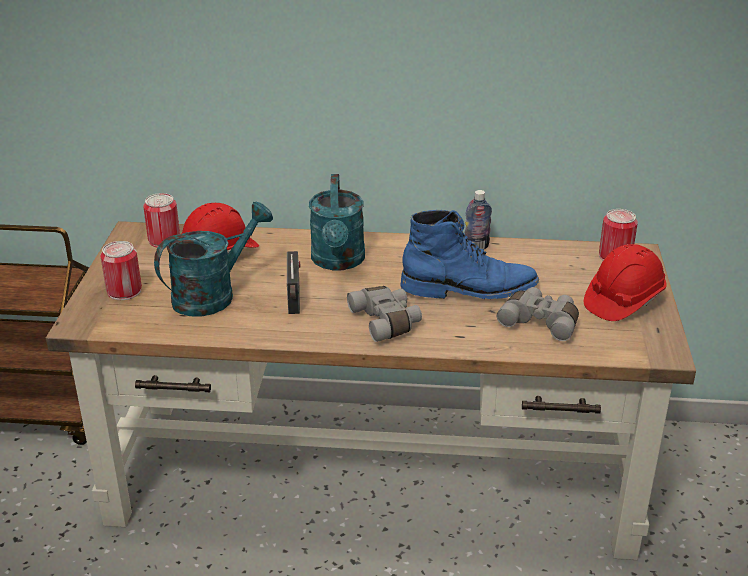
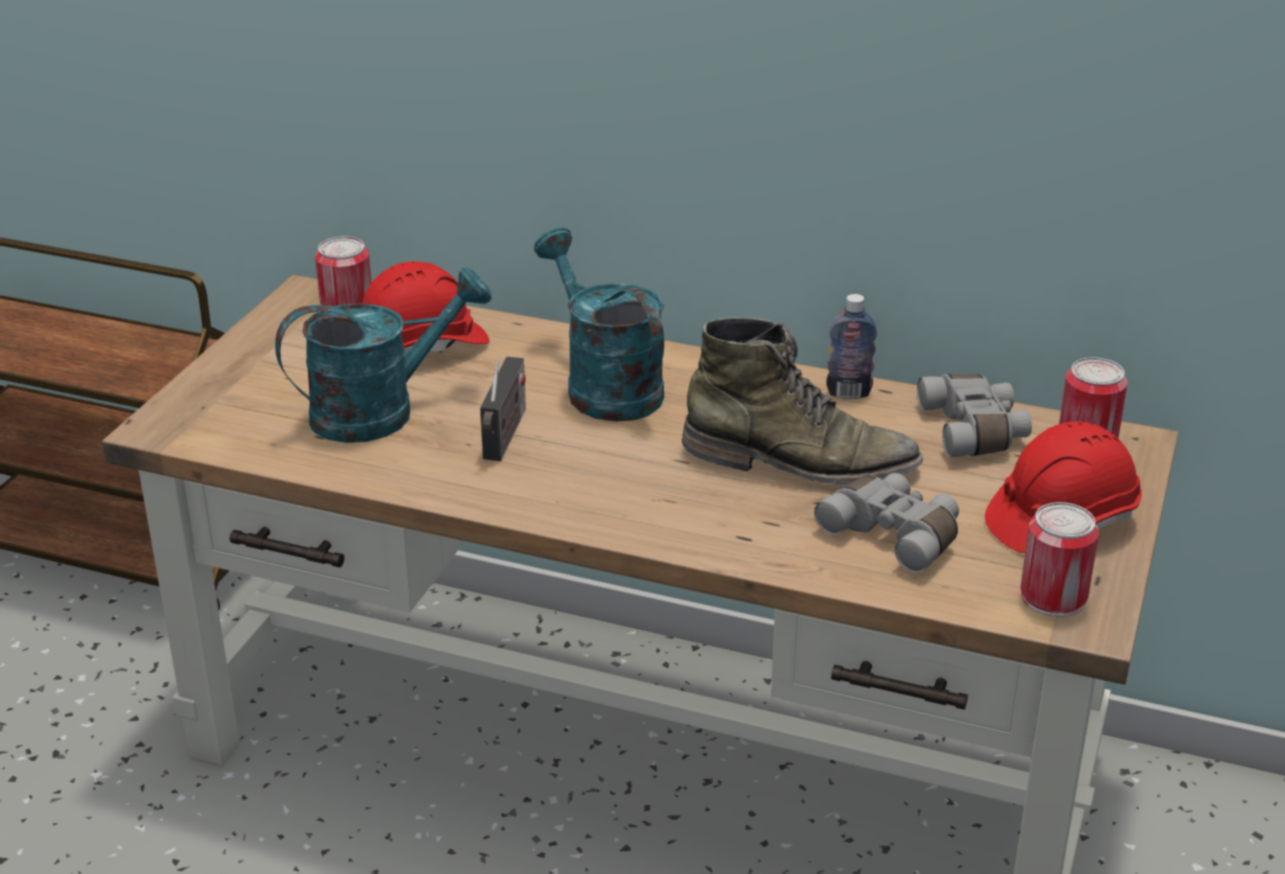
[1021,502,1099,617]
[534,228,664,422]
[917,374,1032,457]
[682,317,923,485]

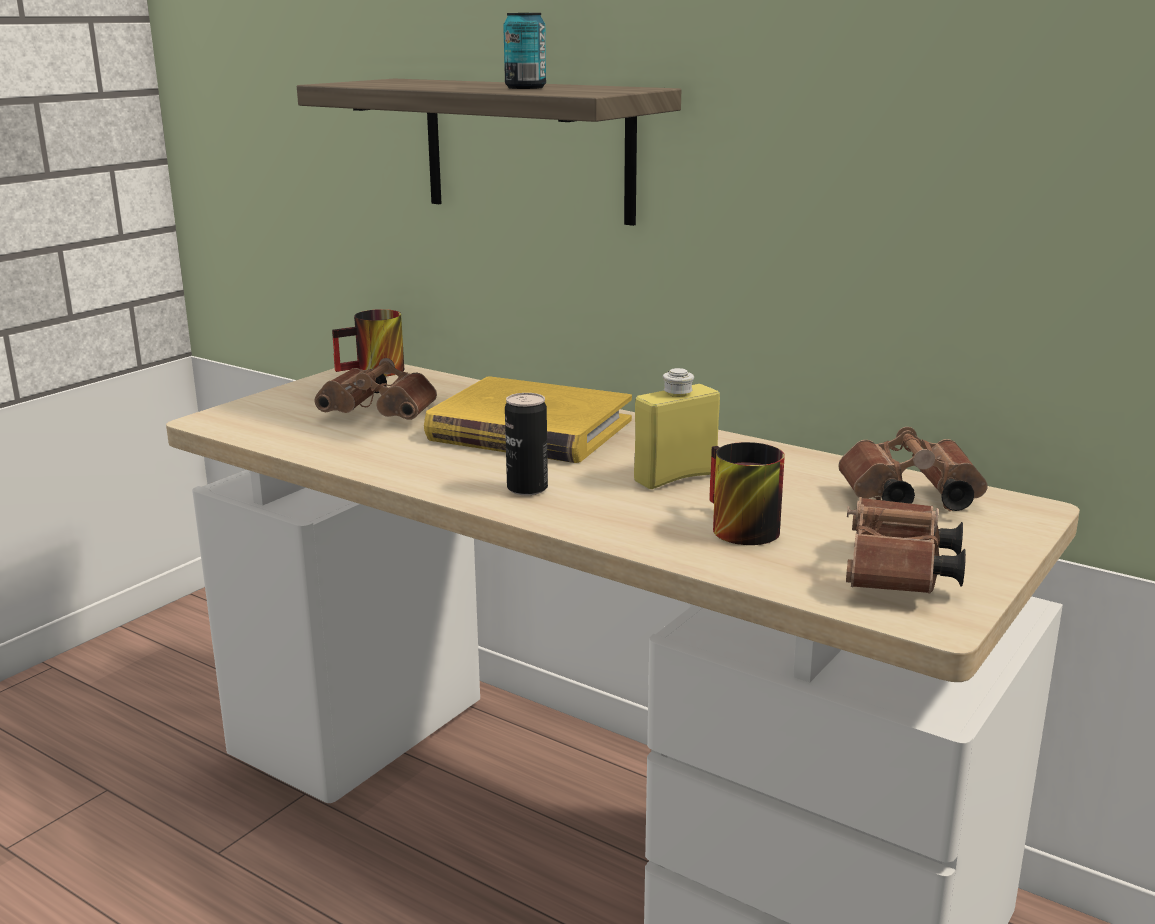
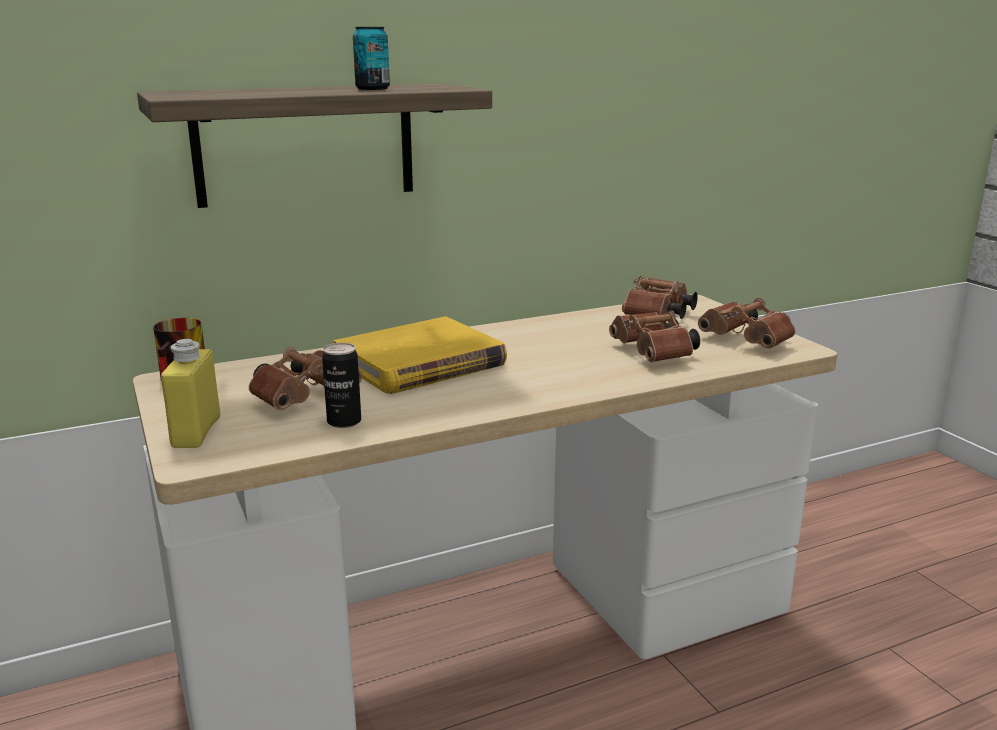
[322,343,361,428]
[161,339,220,448]
[609,310,700,362]

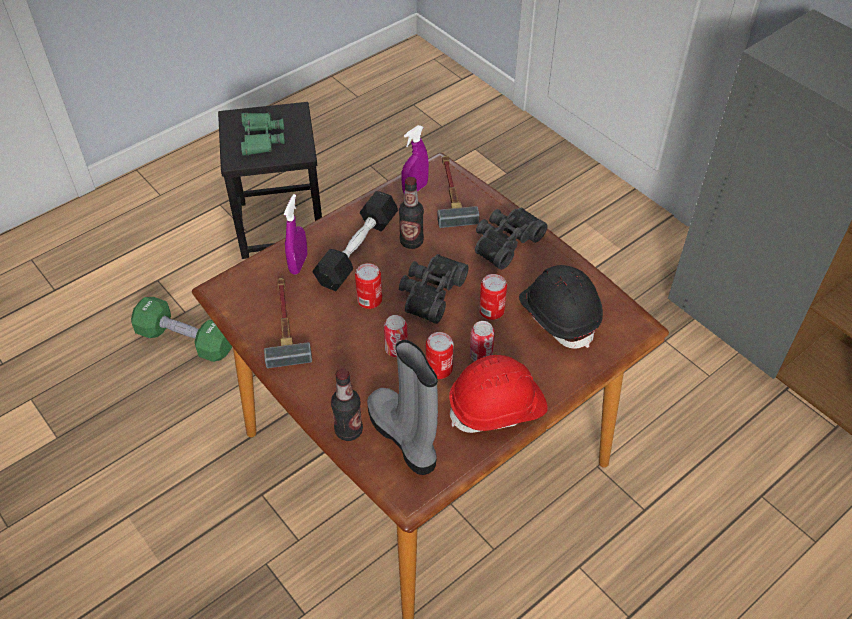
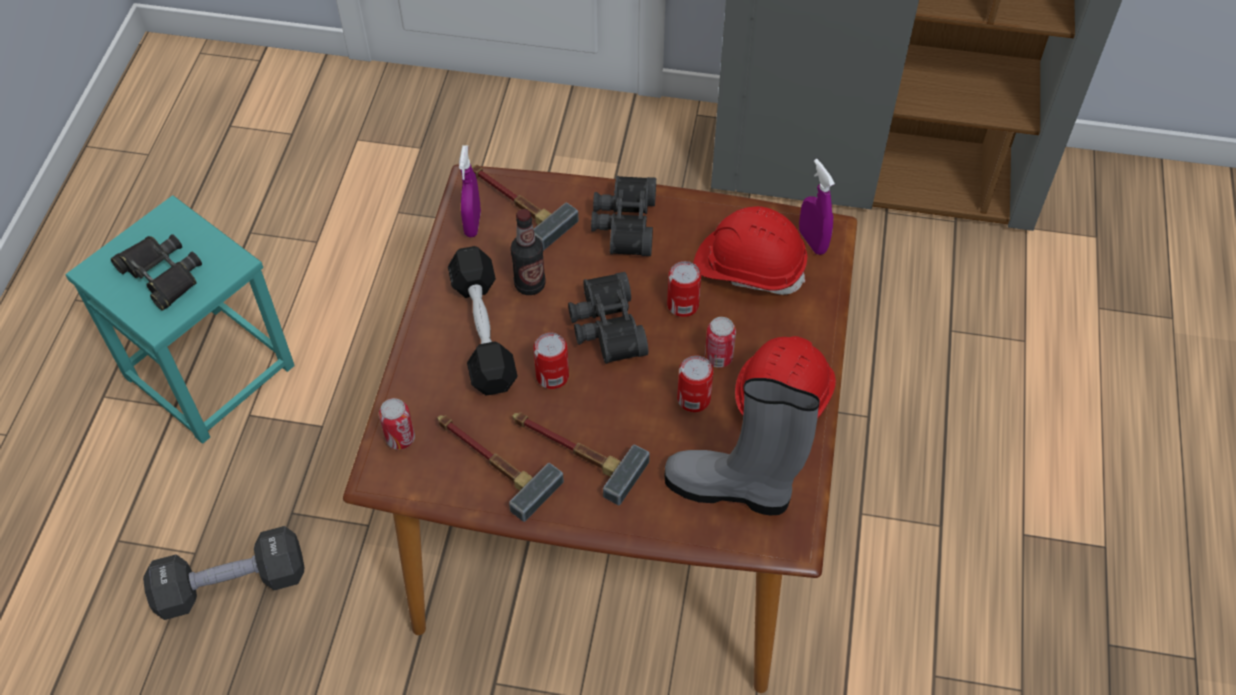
[143,526,304,620]
[66,195,295,444]
[111,234,202,311]
[799,159,835,255]
[331,368,363,441] (first image)
[379,398,415,450]
[693,206,807,295]
[512,412,650,505]

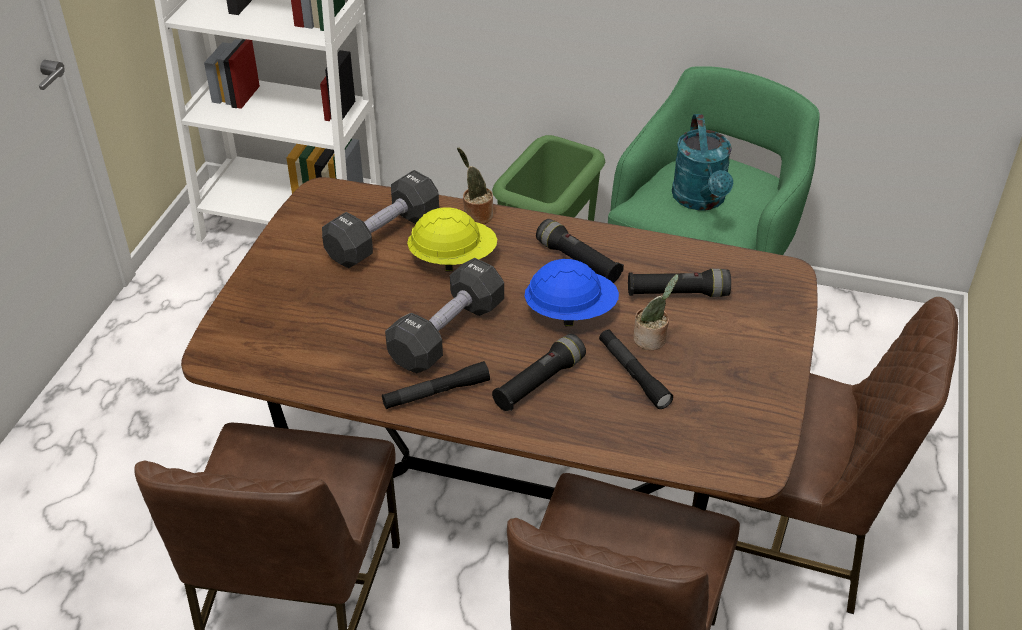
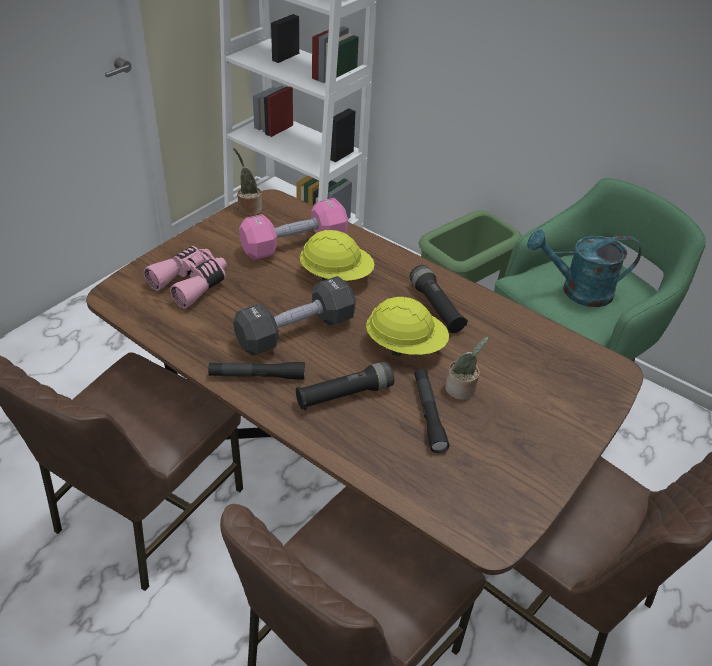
[239,198,348,260]
[233,148,262,216]
[366,297,449,357]
[628,269,731,297] (first image)
[527,230,641,307]
[143,246,227,309]

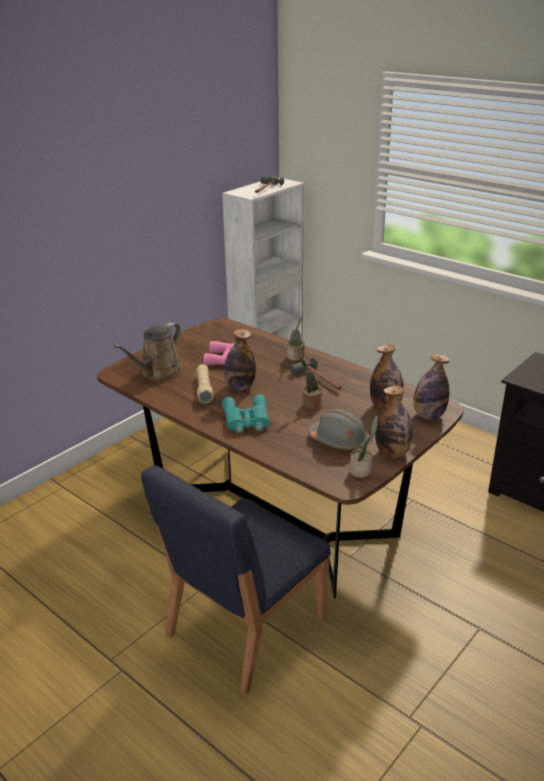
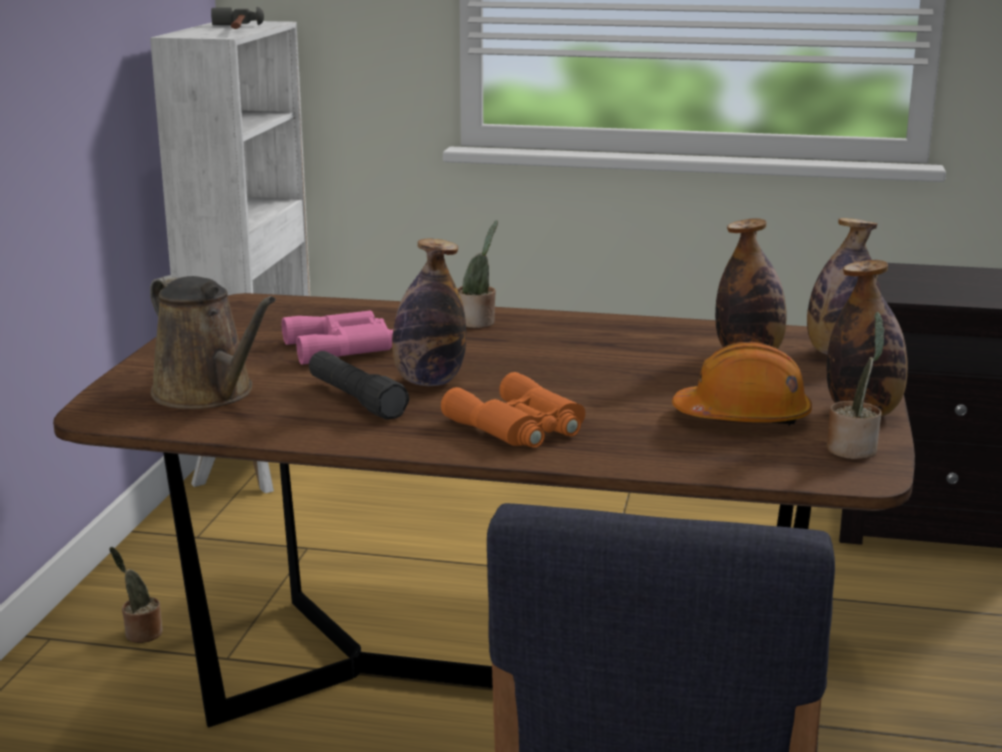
[150,275,276,409]
[309,351,409,420]
[441,372,585,448]
[290,358,342,390] (first image)
[109,547,162,643]
[672,342,812,425]

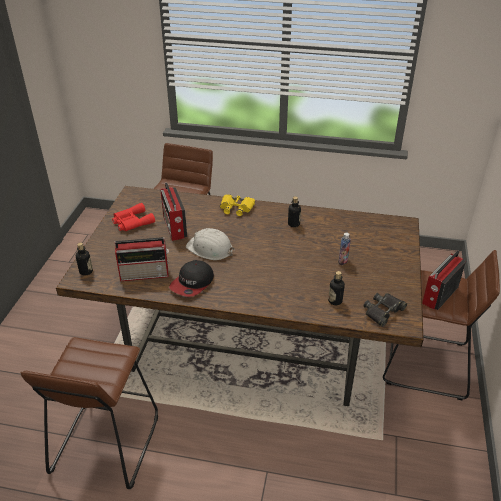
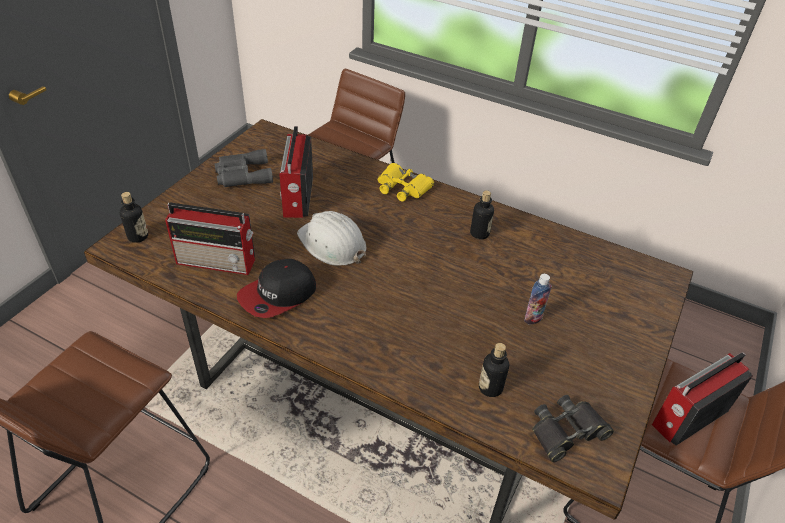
[214,149,273,187]

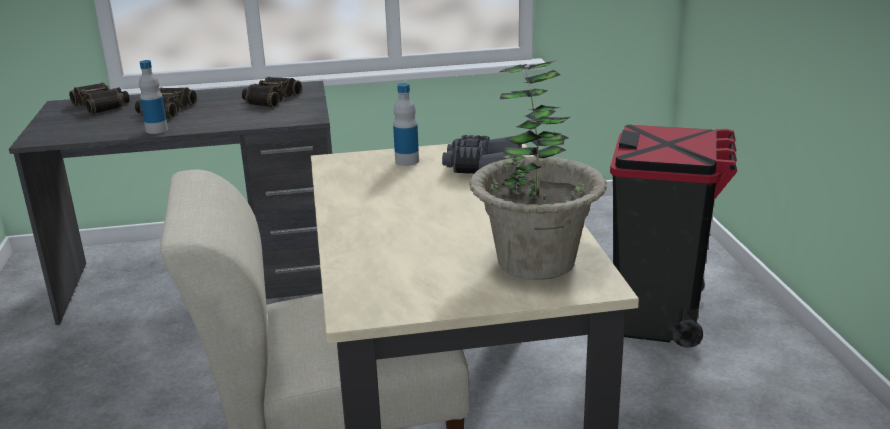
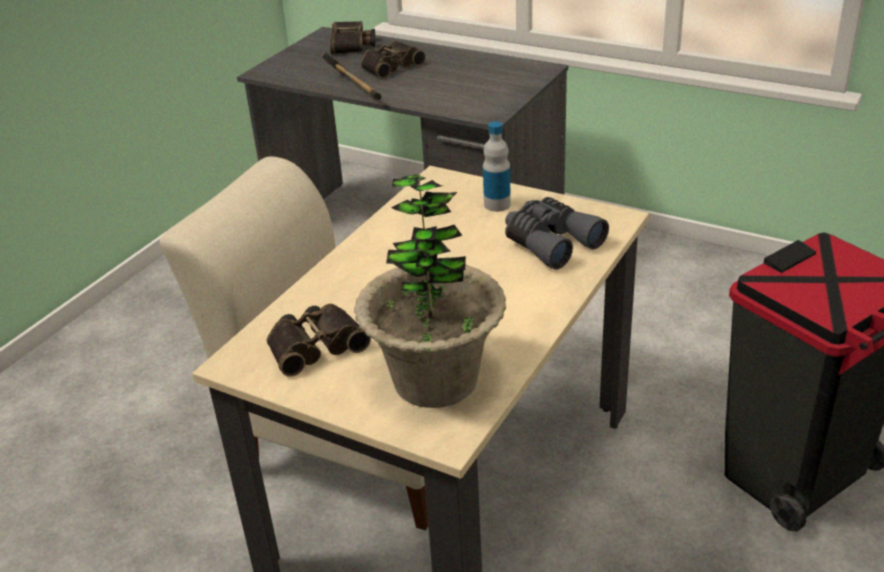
[321,52,382,100]
[267,304,371,377]

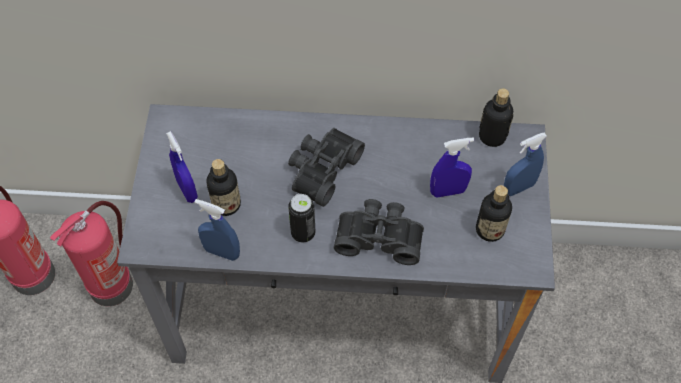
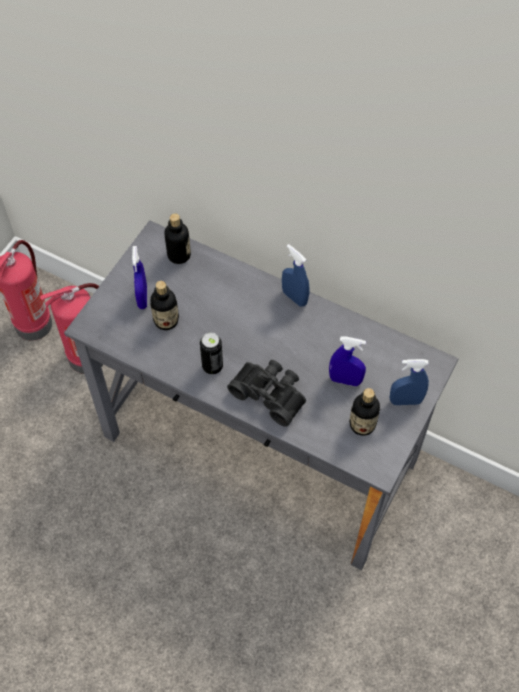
[282,244,309,307]
[288,128,365,207] (first image)
[164,213,191,264]

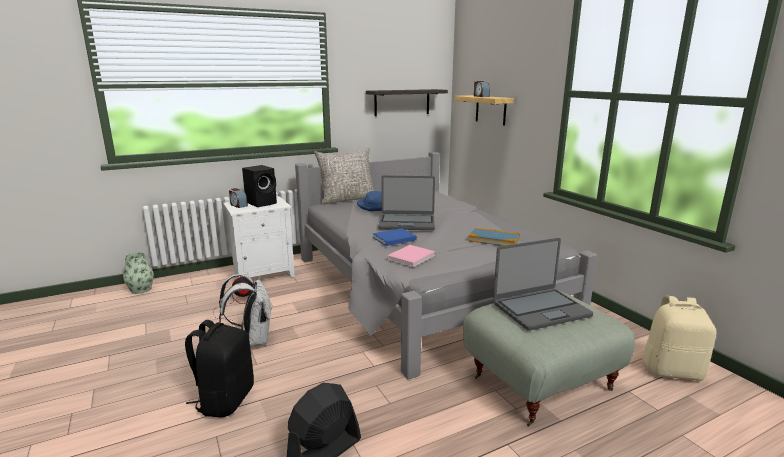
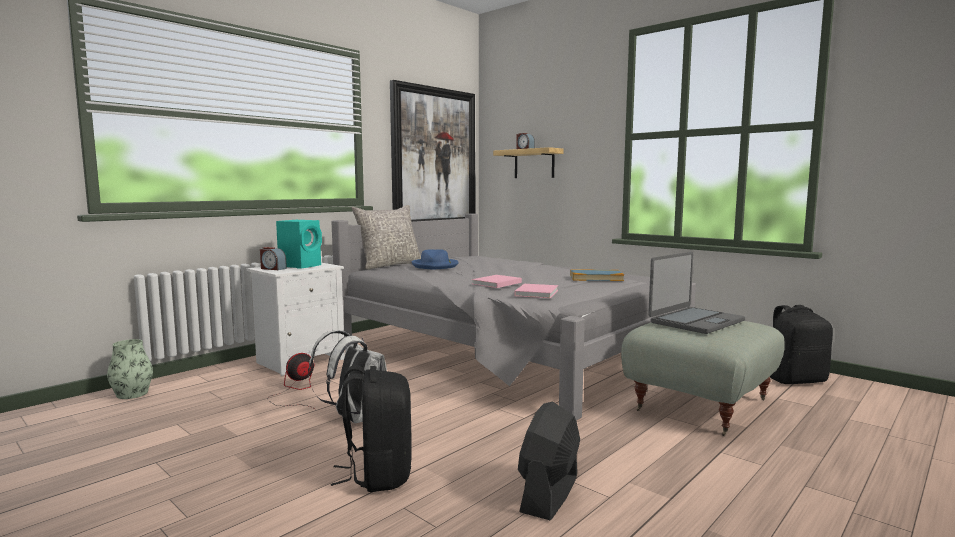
[276,220,322,268]
[390,80,475,222]
[471,275,522,288]
[378,175,435,230] (first image)
[770,305,833,384]

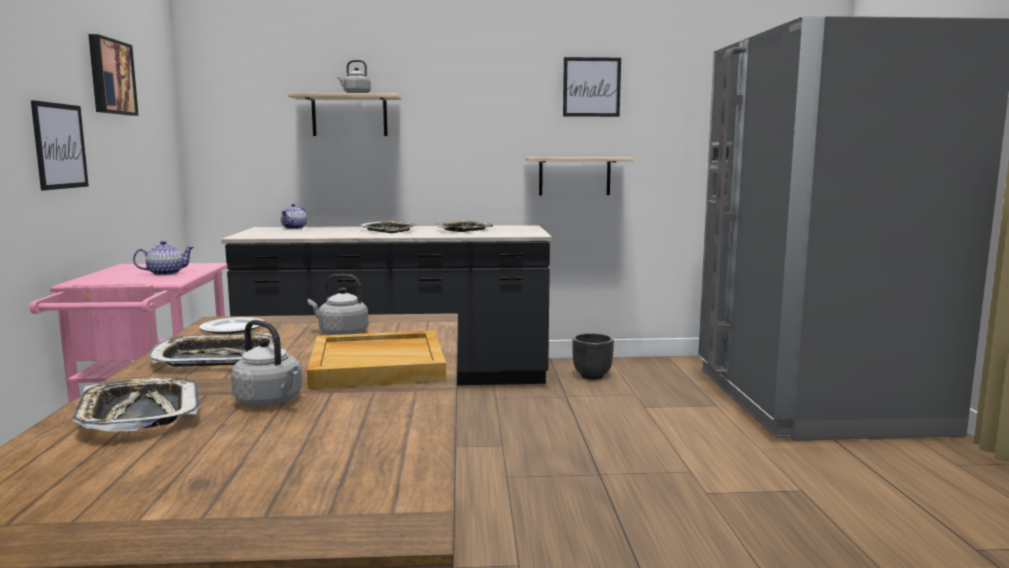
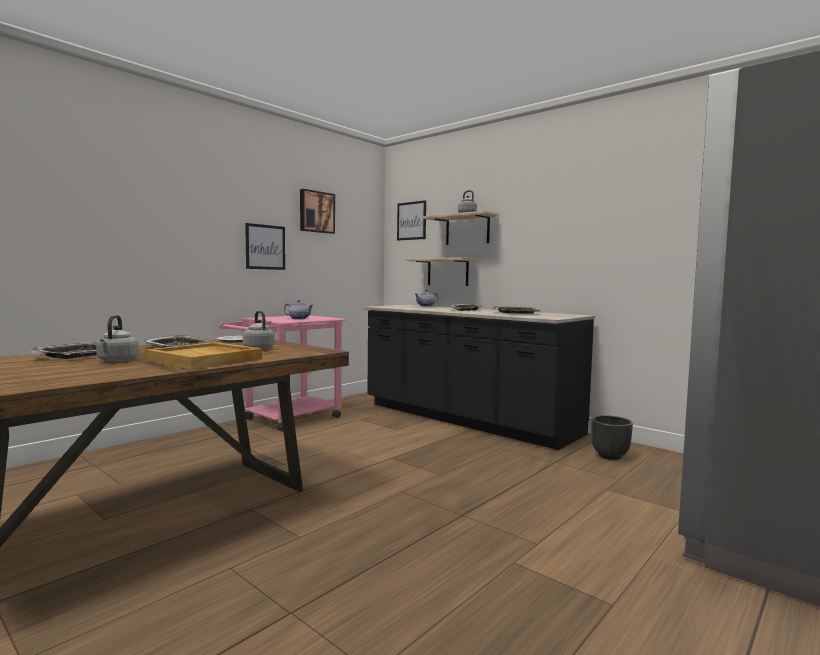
[405,257,477,286]
[397,200,426,240]

